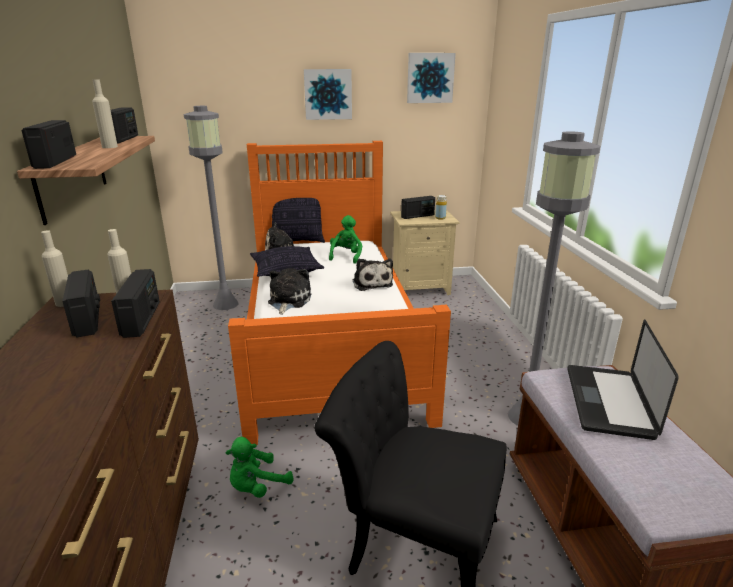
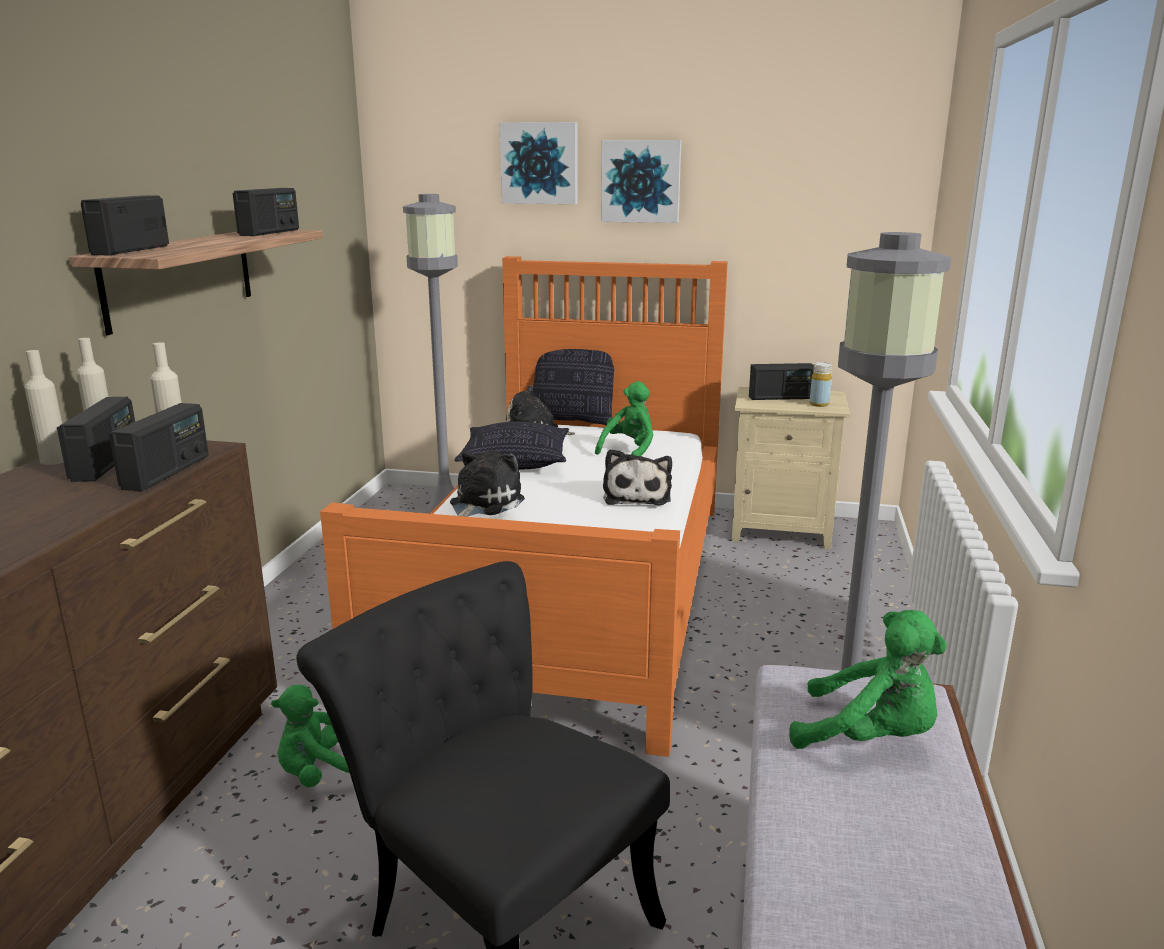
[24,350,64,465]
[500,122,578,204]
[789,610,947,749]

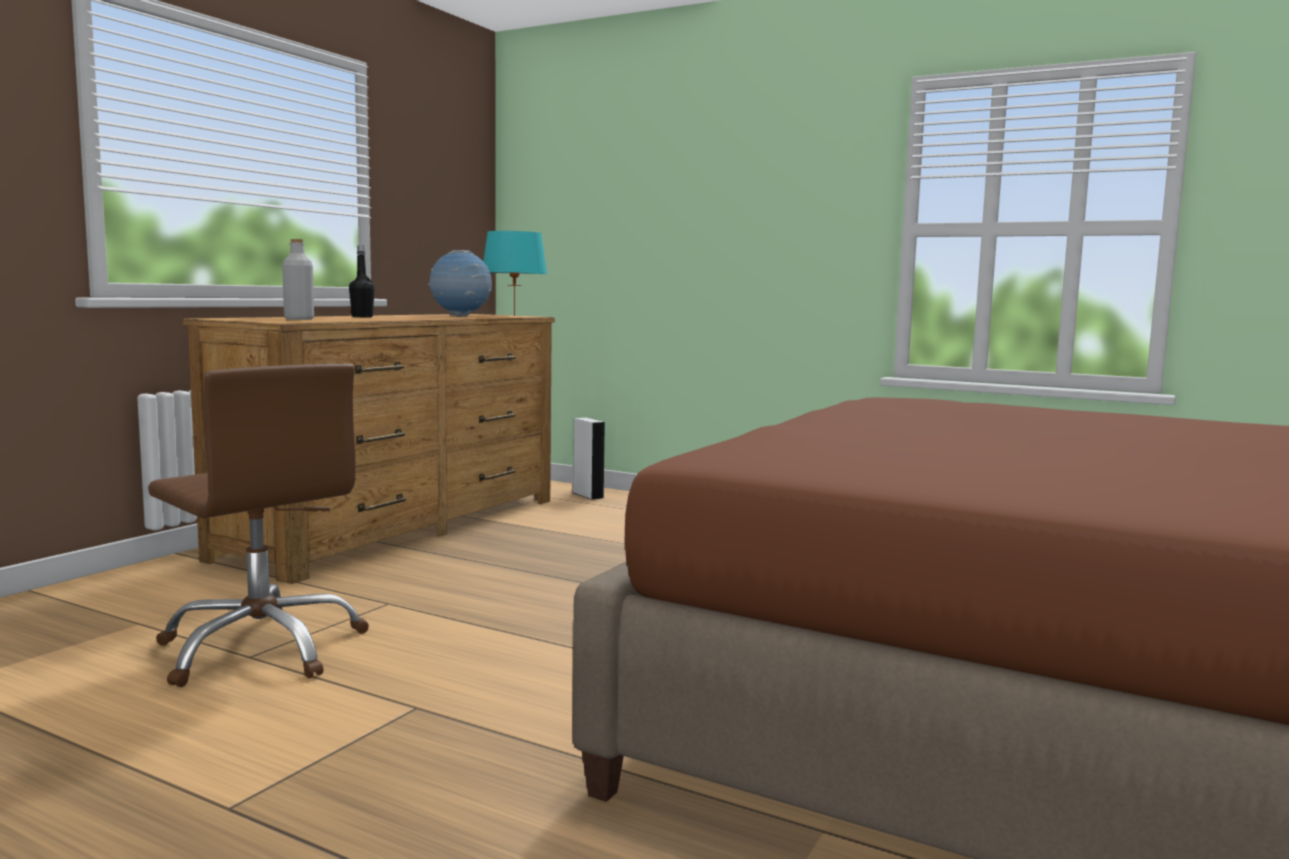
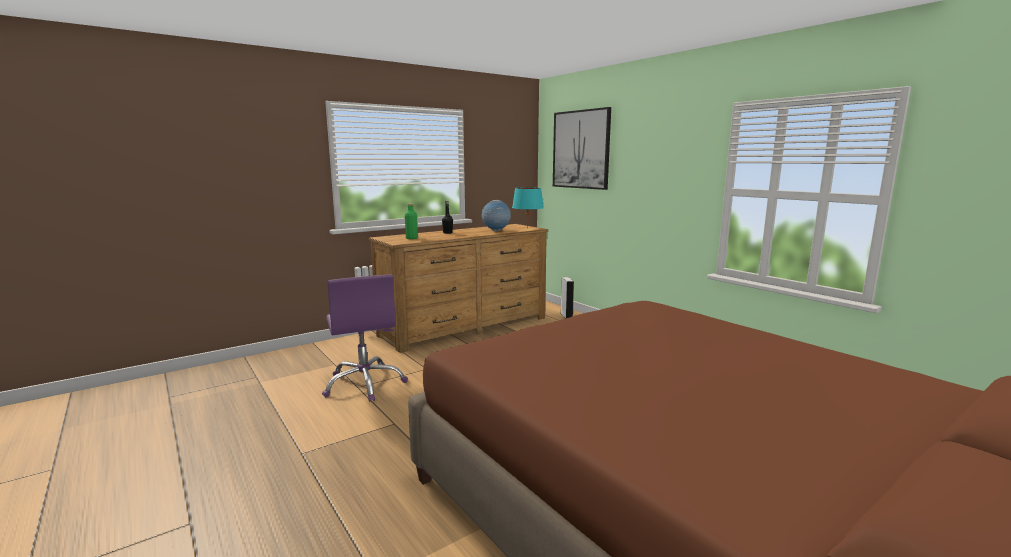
[322,275,408,402]
[405,204,418,239]
[553,107,611,190]

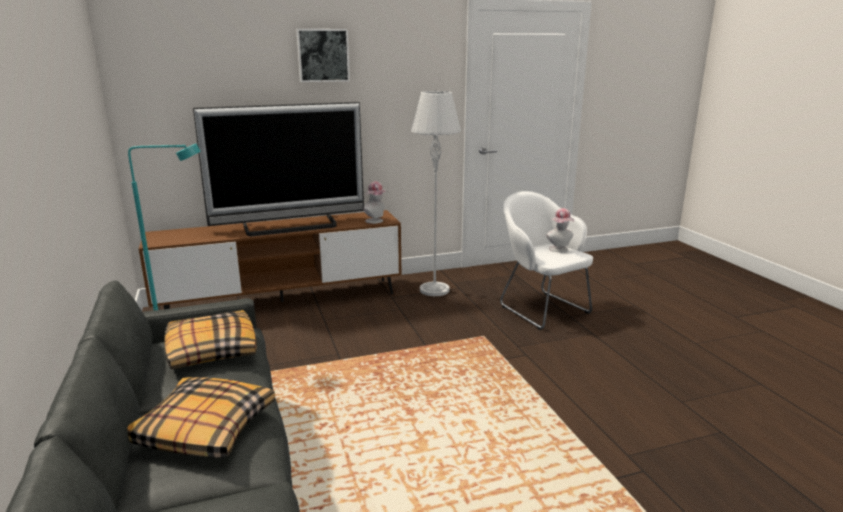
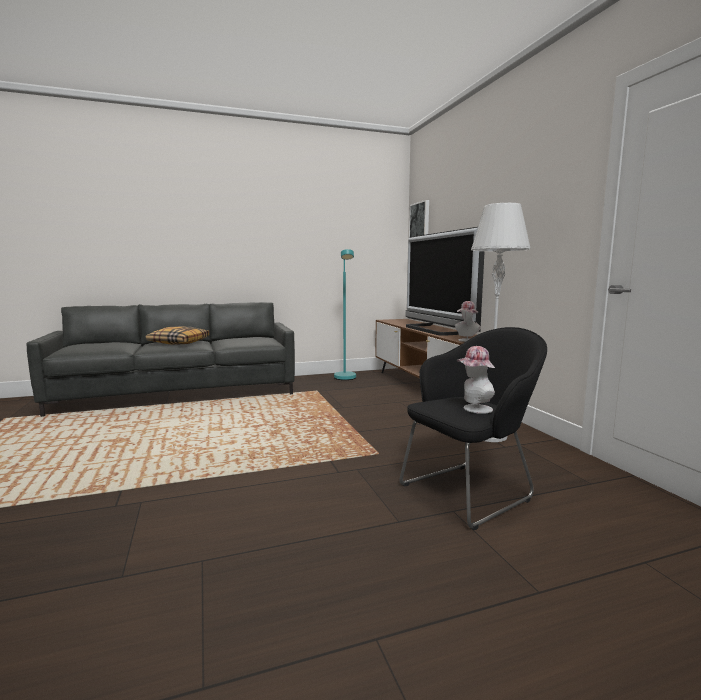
[164,310,257,369] (first image)
[409,200,429,238]
[400,327,547,530]

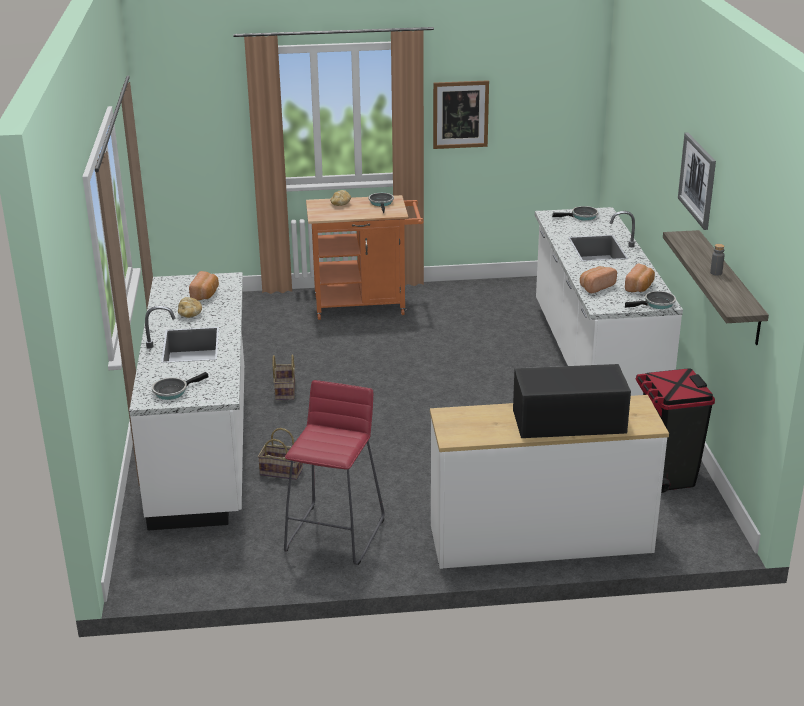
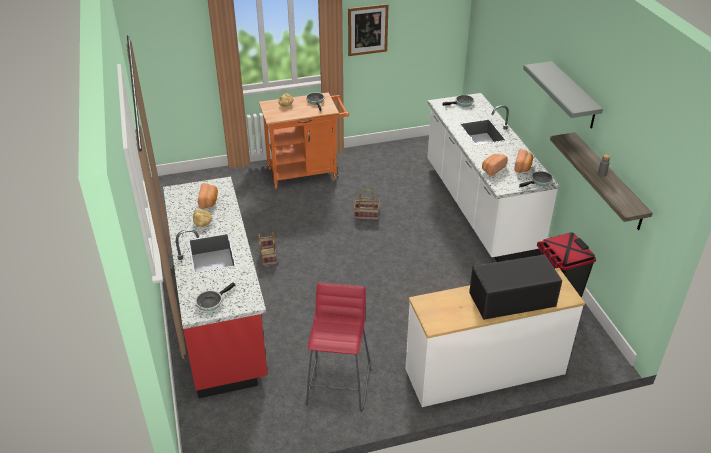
[163,177,268,398]
[354,189,380,220]
[523,61,603,129]

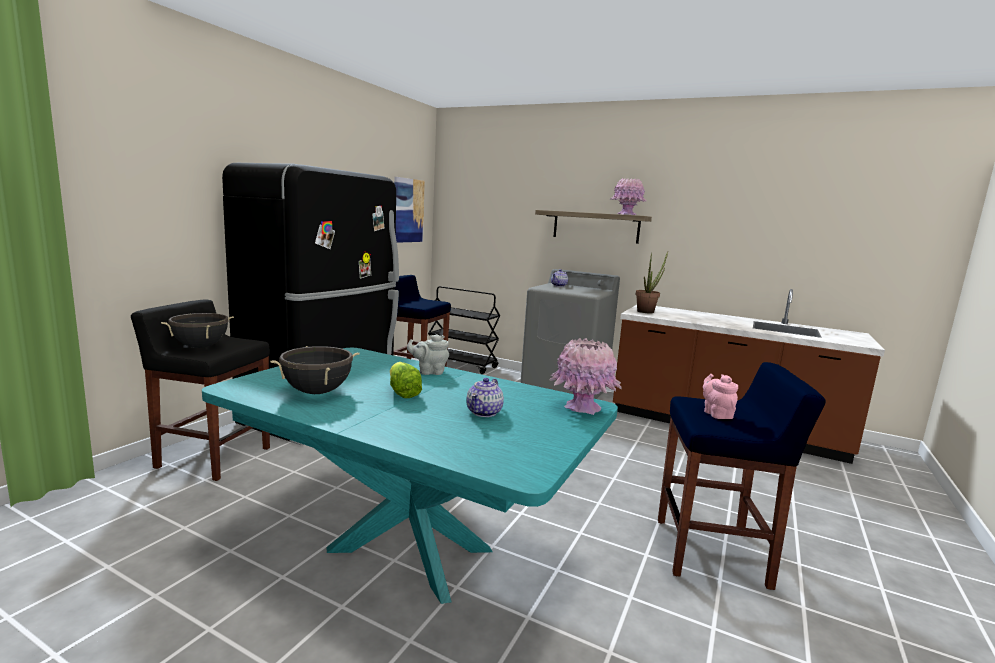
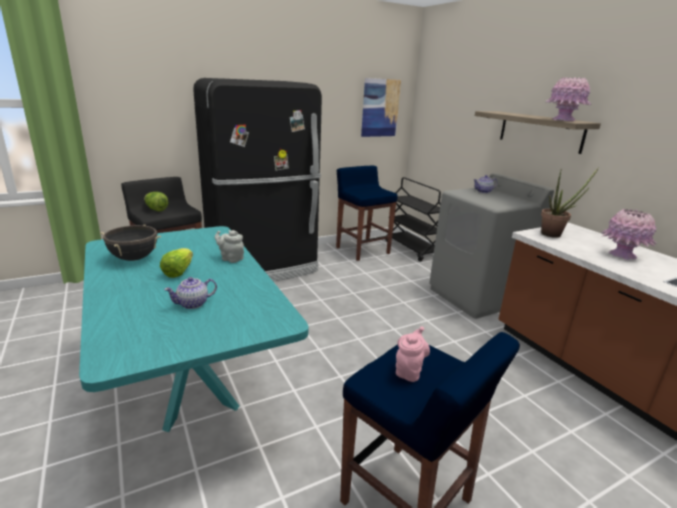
[144,192,168,212]
[601,209,657,260]

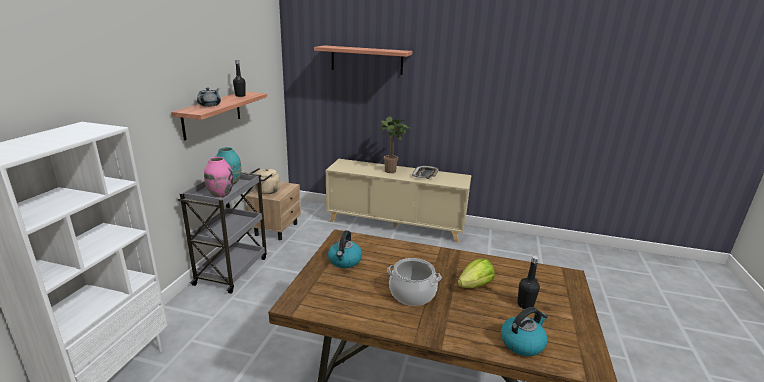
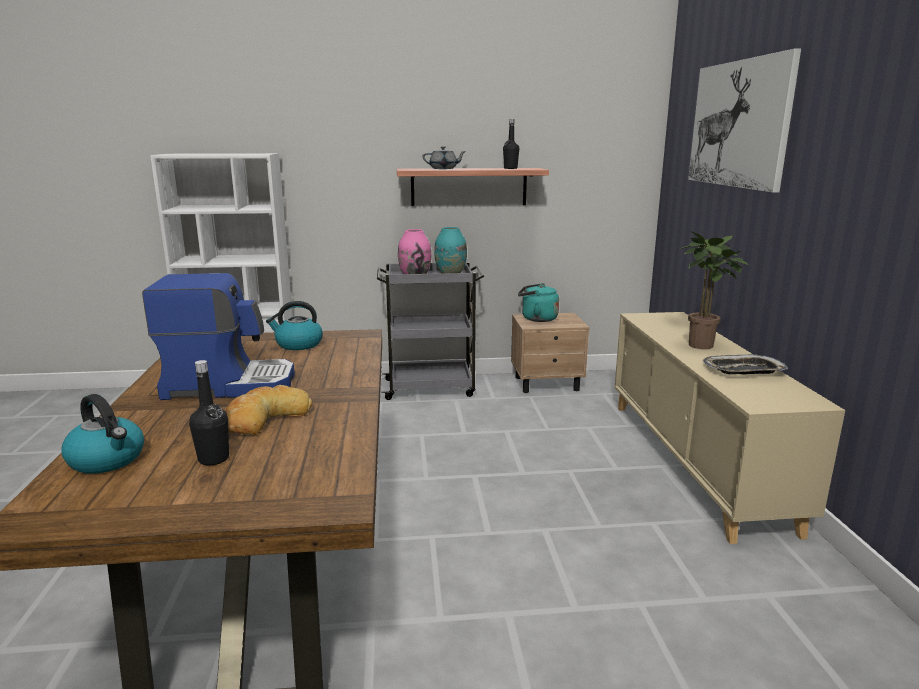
[518,283,559,322]
[688,49,801,193]
[142,273,295,400]
[226,385,313,435]

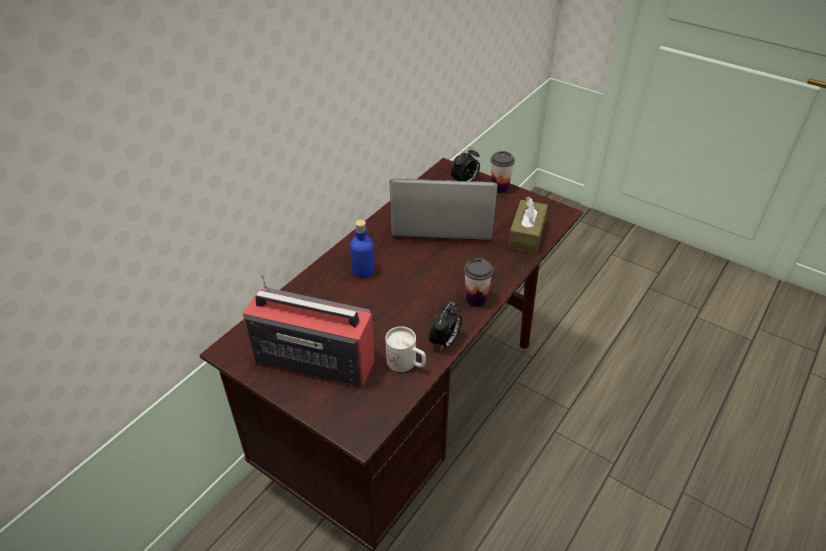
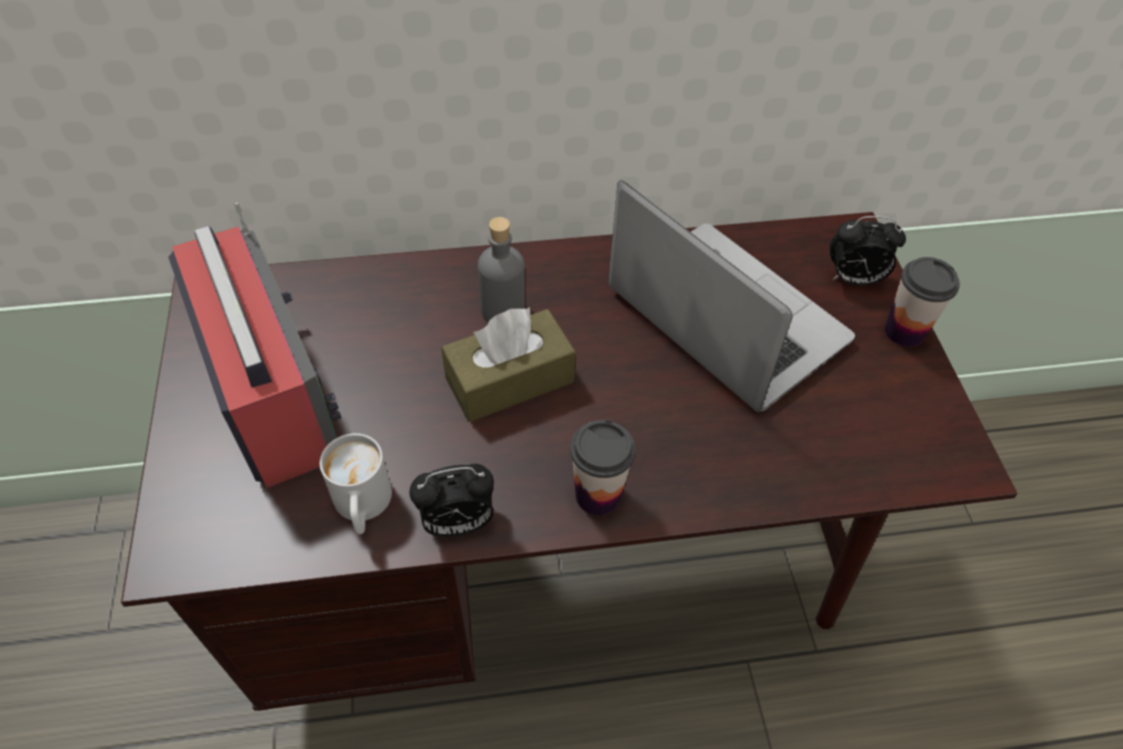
[478,217,525,323]
[441,306,575,422]

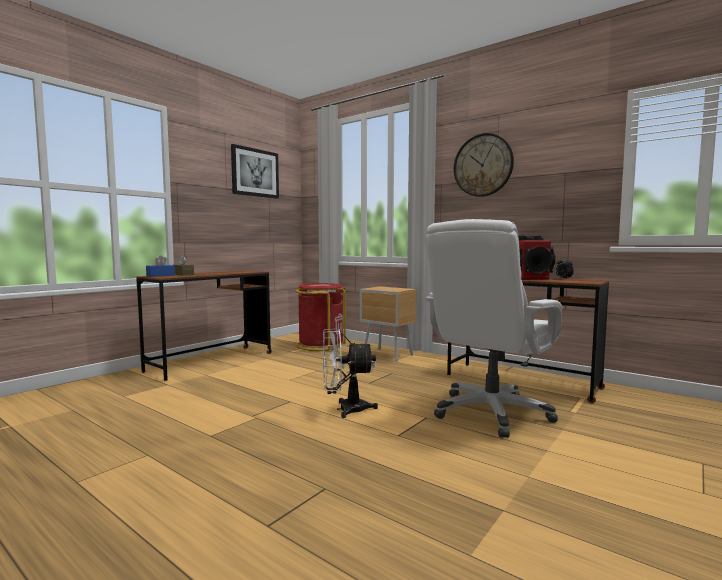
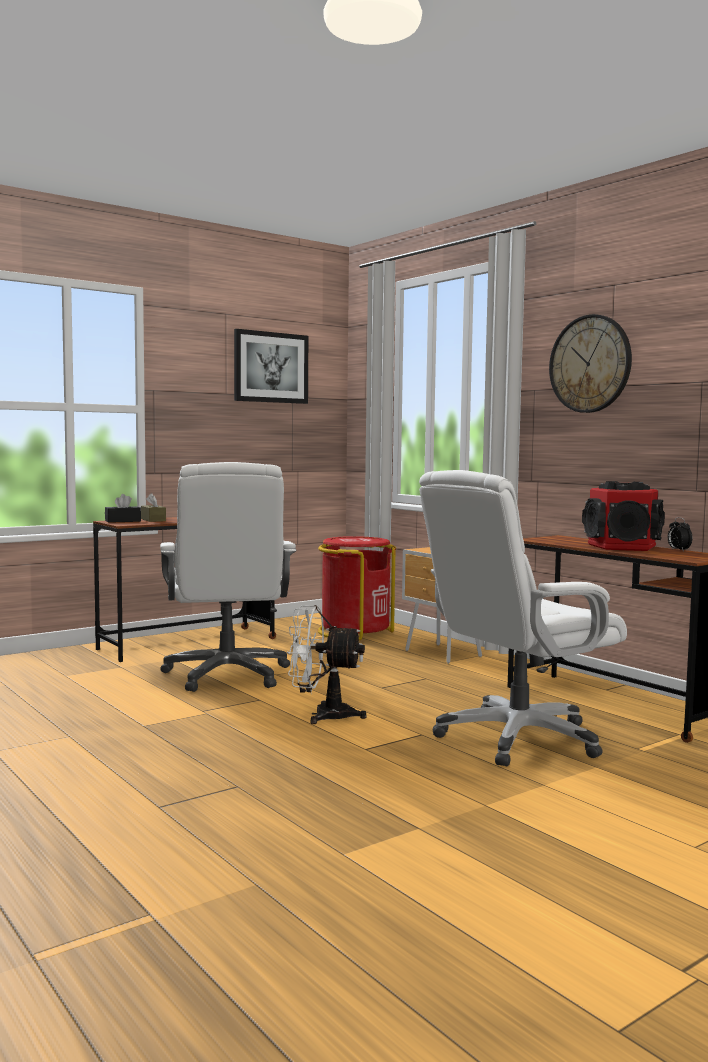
[105,494,141,523]
[160,462,296,692]

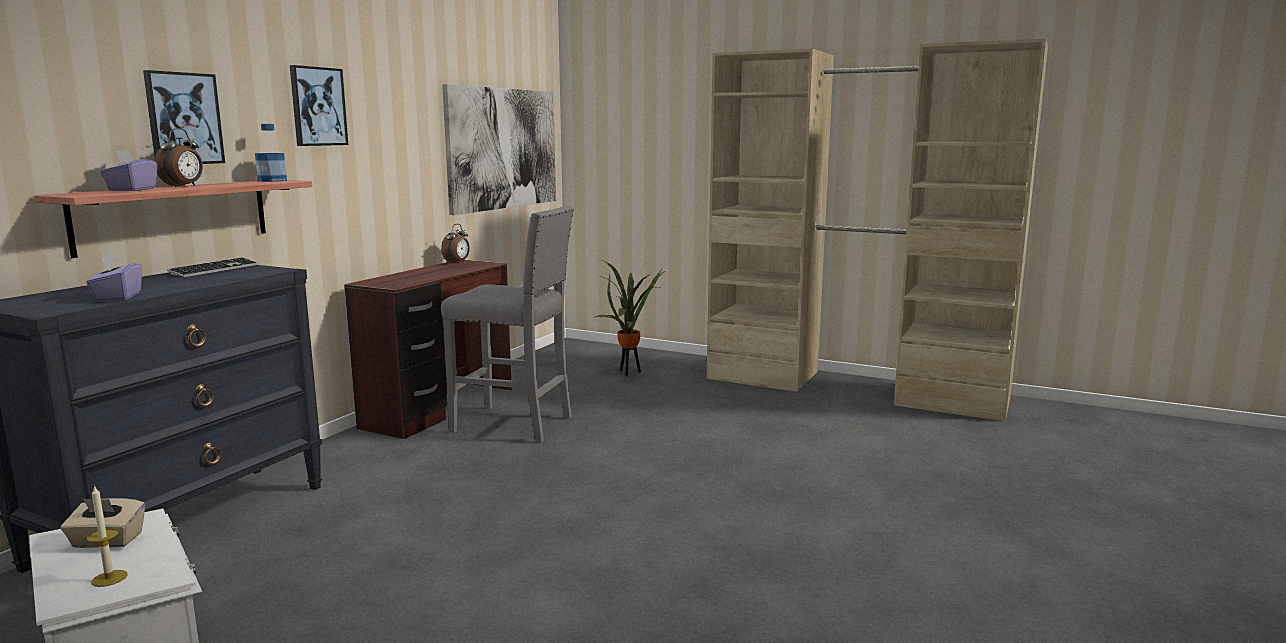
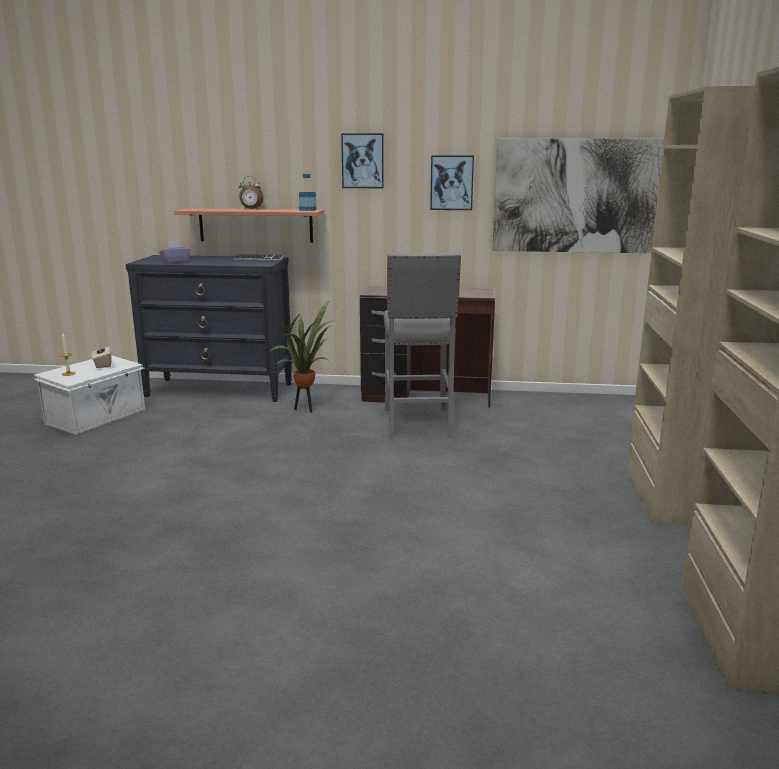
[100,150,157,191] (first image)
[430,155,474,210]
[441,224,470,264] (first image)
[269,301,336,413]

